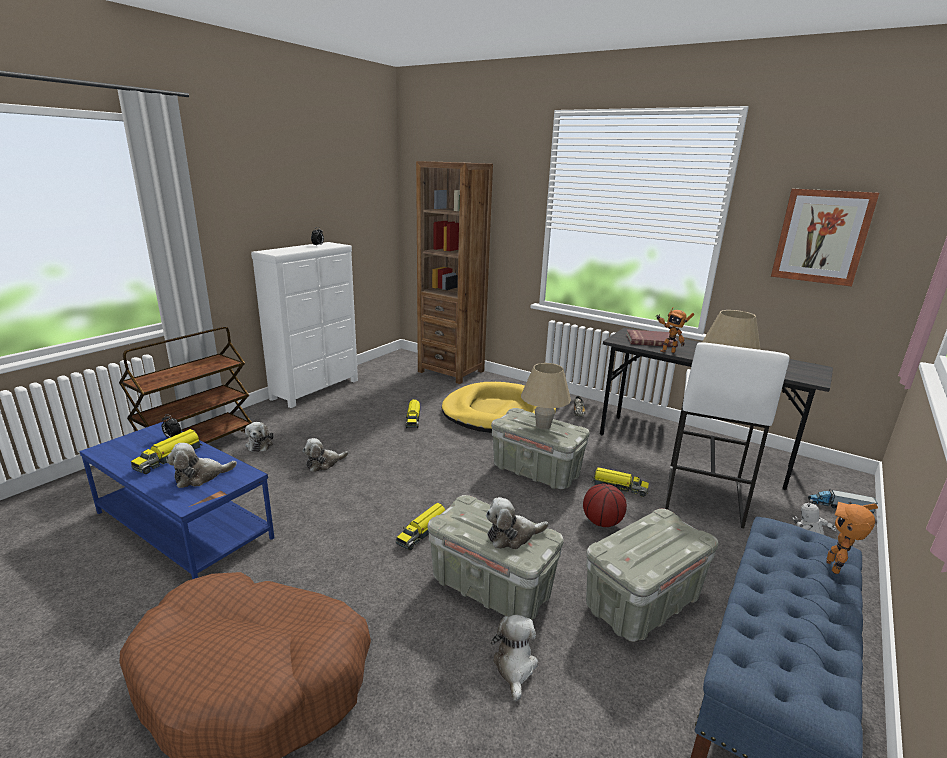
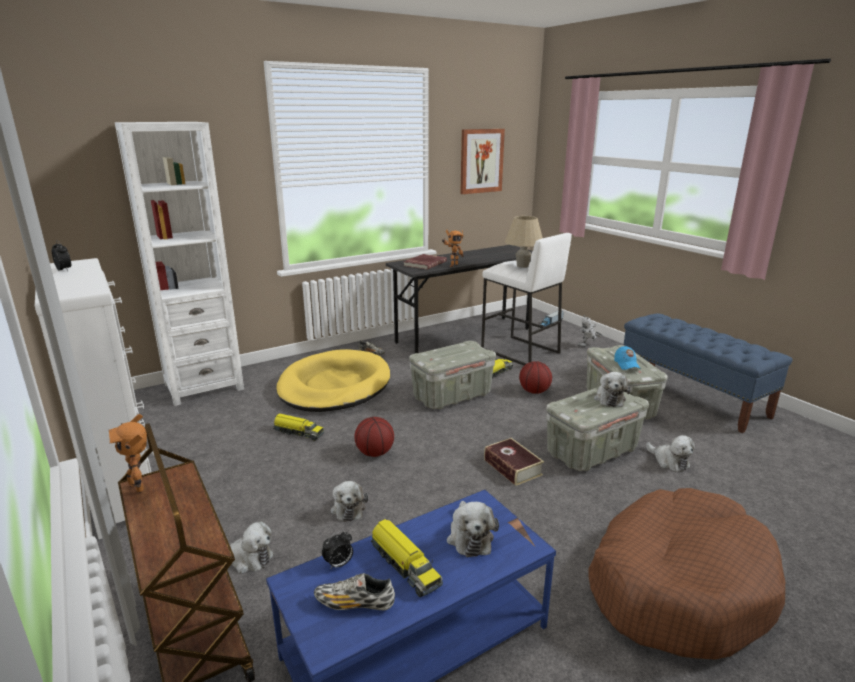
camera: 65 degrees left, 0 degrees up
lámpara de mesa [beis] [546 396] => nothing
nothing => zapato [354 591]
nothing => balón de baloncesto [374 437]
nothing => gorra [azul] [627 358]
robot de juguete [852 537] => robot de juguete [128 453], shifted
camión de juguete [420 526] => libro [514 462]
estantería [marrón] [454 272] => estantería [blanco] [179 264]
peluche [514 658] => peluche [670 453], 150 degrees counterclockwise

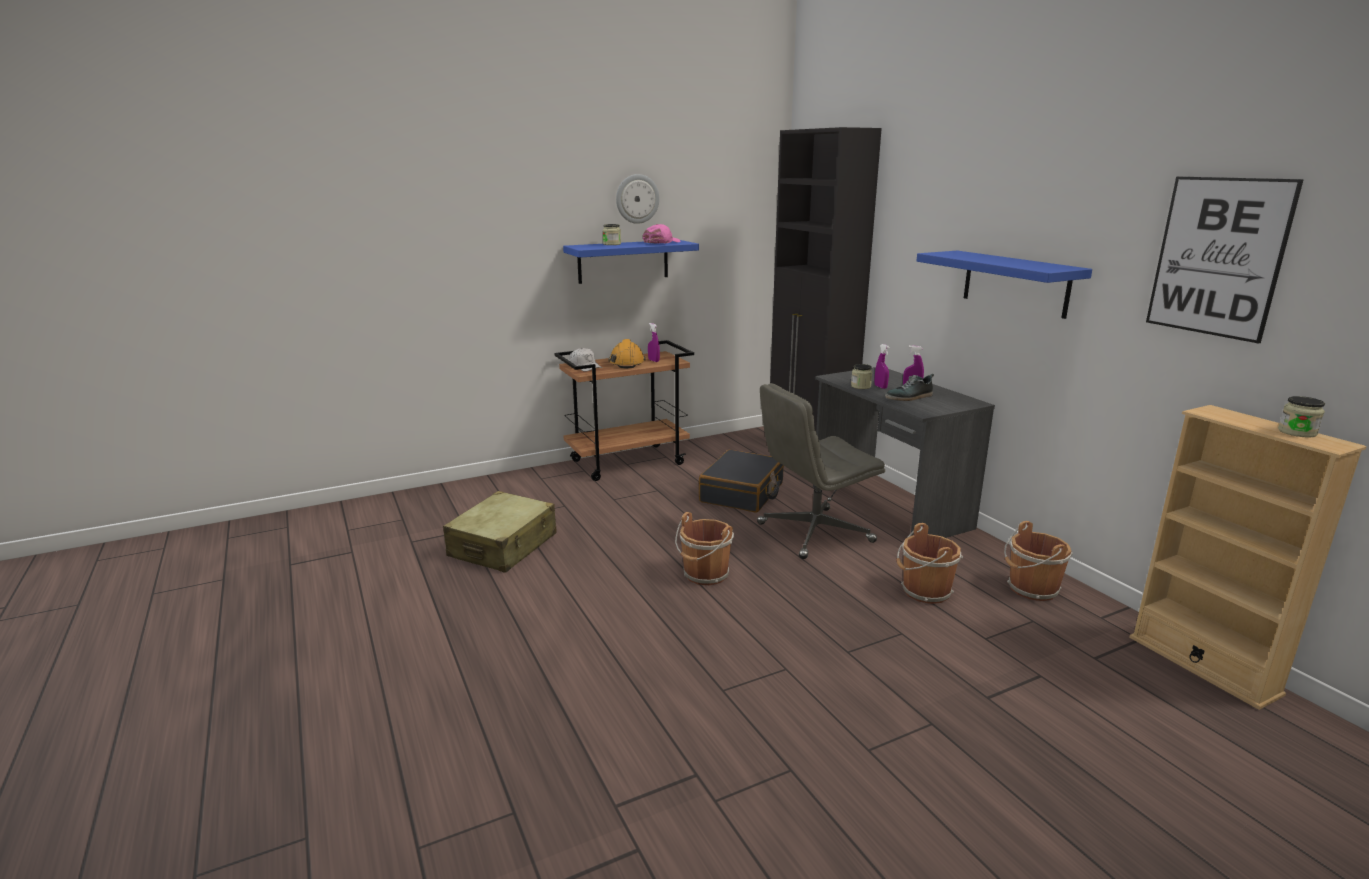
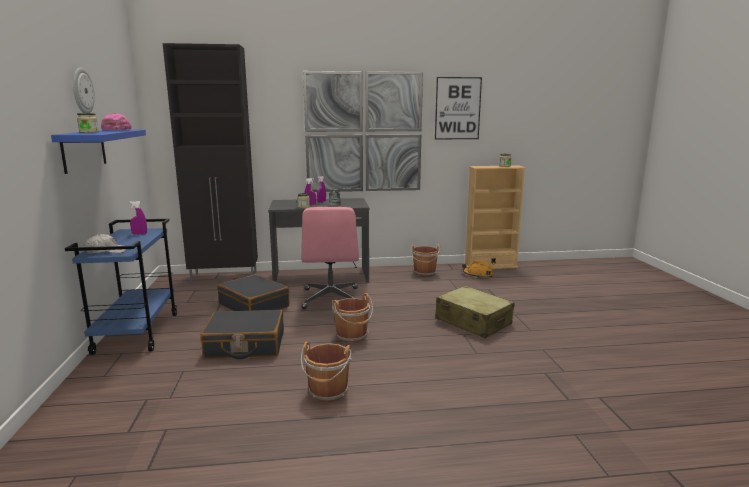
camera: 70 degrees left, 5 degrees down
nothing => maleta [negro] [242 334]
maleta [beis] [500 532] => maleta [beis] [475 312], shifted
casco [naranja] [627 353] => casco [naranja] [478 268], shifted
cubo [marrón] [929 563] => cubo [marrón] [326 371], shifted
estante [azul] [1004 285] => cuadro [363 131]
carrito [marrón] [624 410] => carrito [azul] [121 287]
silla de oficina [gris] [821 471] => silla de oficina [rosa] [330 258]

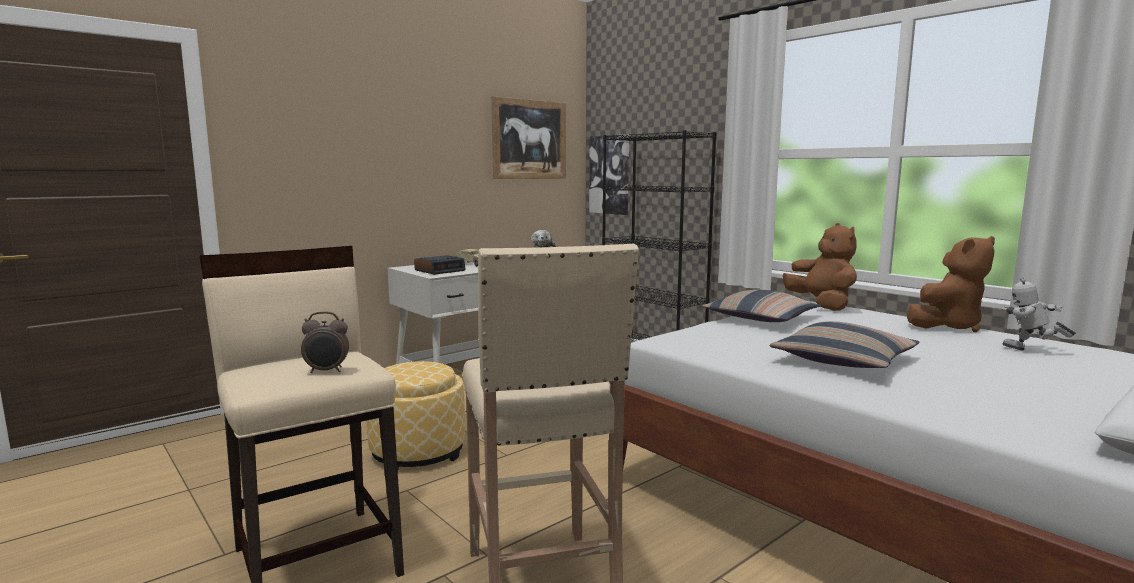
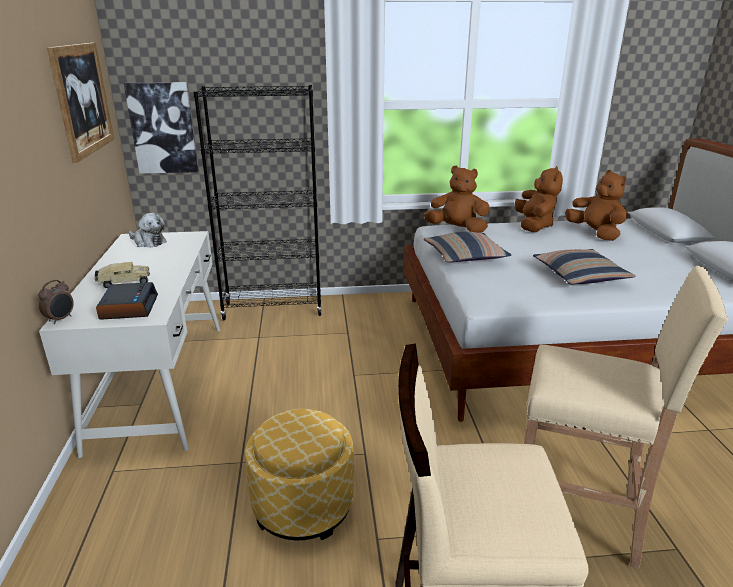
camera: 55 degrees left, 15 degrees up
despertador [325 342] => despertador [56 302], shifted
robot de juguete [1039 313] => peluche [marrón] [596 205]

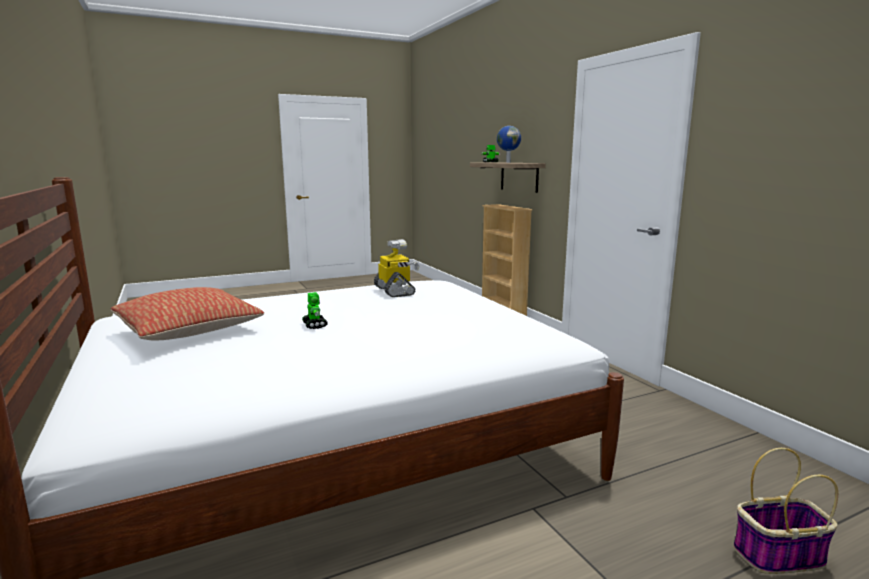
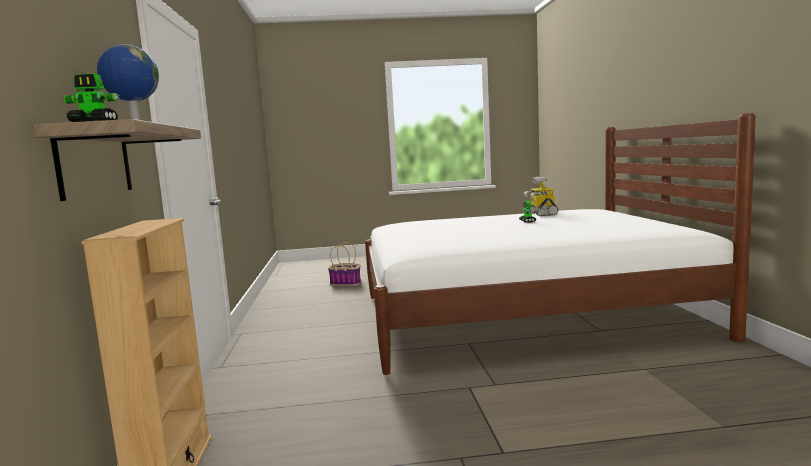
camera: 160 degrees left, 5 degrees down
cojín [187 313] => nothing
robot de juguete [397 268] => robot de juguete [541 196], shifted

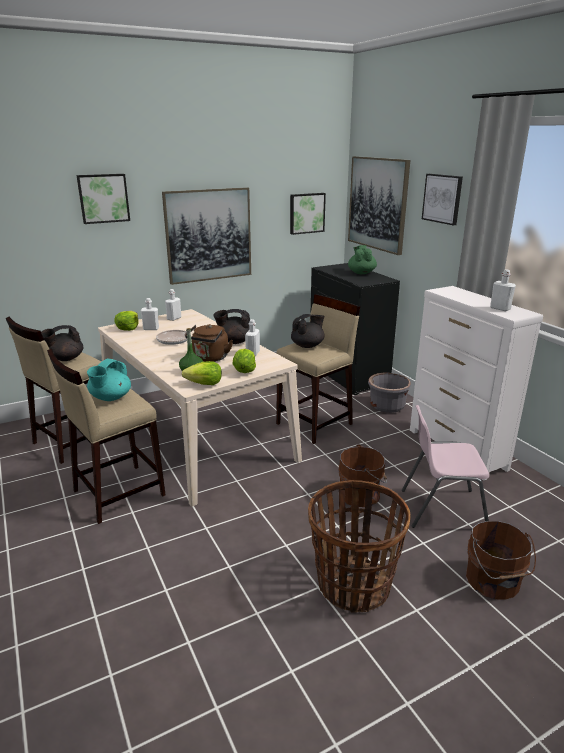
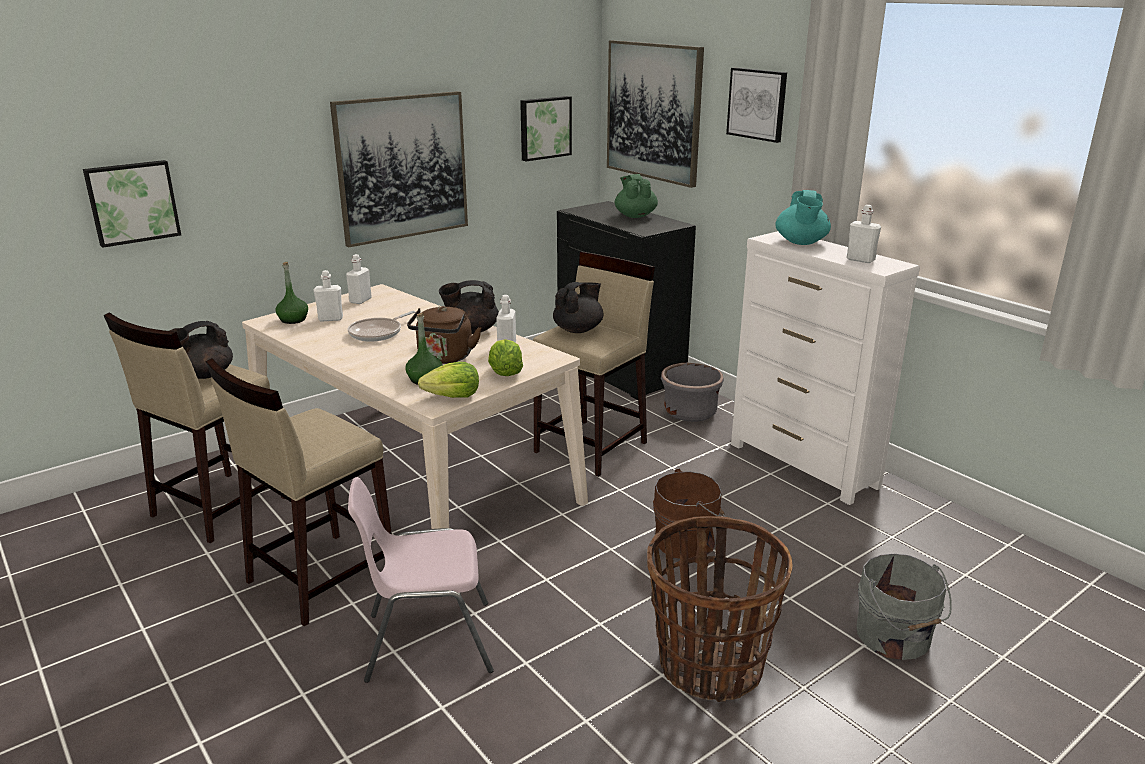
camera: 10 degrees left, 0 degrees up
cuadro [103 199] => cuadro [132 204], shifted
tetera [turquesa] [109 380] => tetera [turquesa] [803 217], shifted
silla [rosa] [445 466] => silla [rosa] [421 580], shifted
lechuga [127 321] => botella [verde] [292 293]
cubo [marrón] [501 560] => cubo [gris] [904 607]

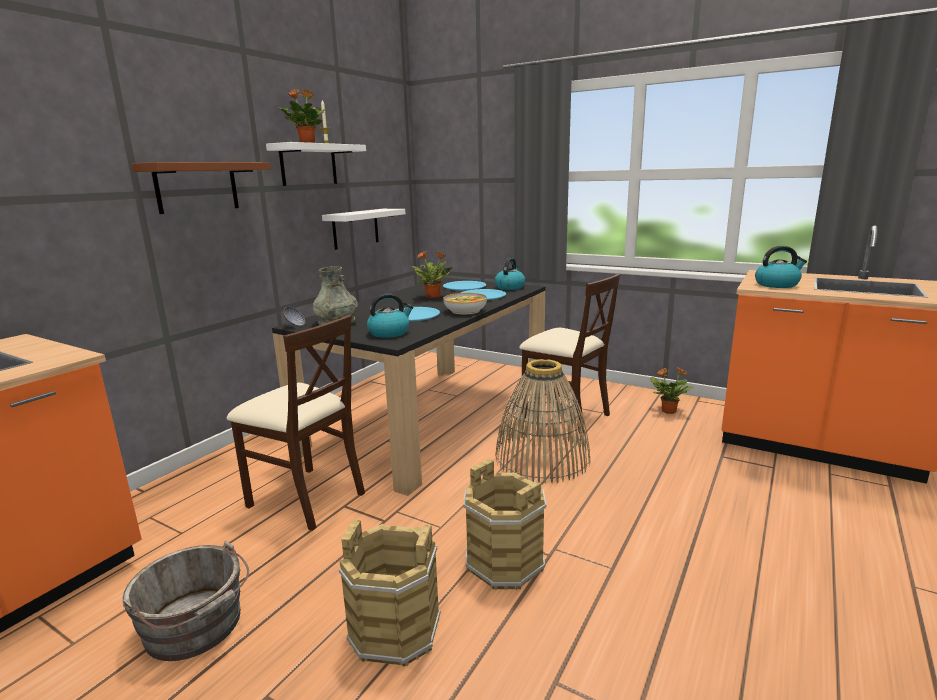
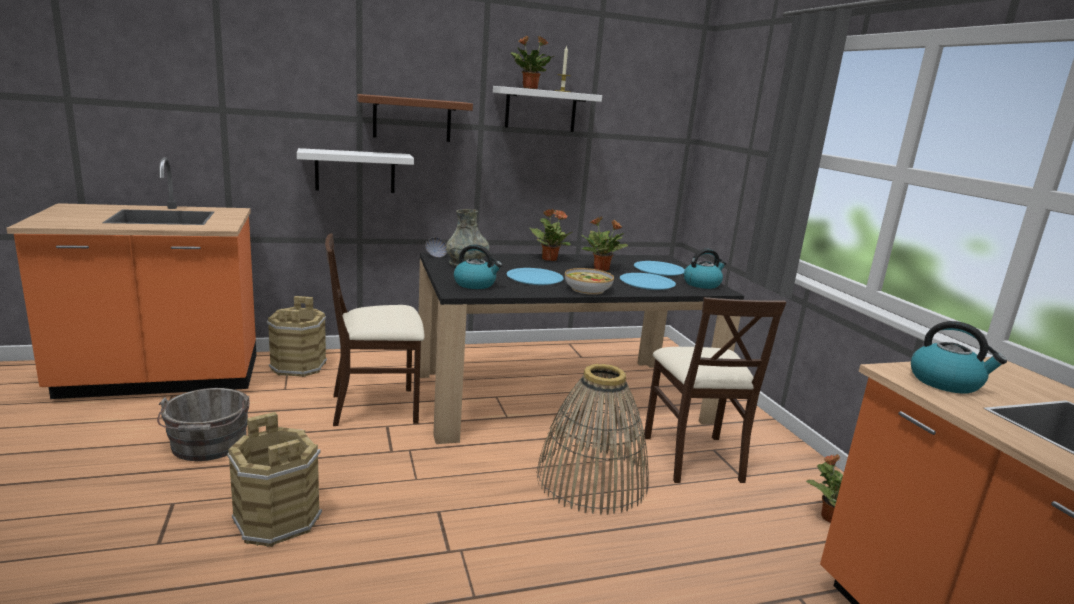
camera: 40 degrees right, 0 degrees up
nothing => planta en maceta [550 235]
estante [blanco] [363 229] => estante [blanco] [355 170], shifted
cubo [marrón] [505 524] => cubo [marrón] [297 336], shifted
silla [beis] [296 423] => silla [beis] [374 329], 90 degrees clockwise

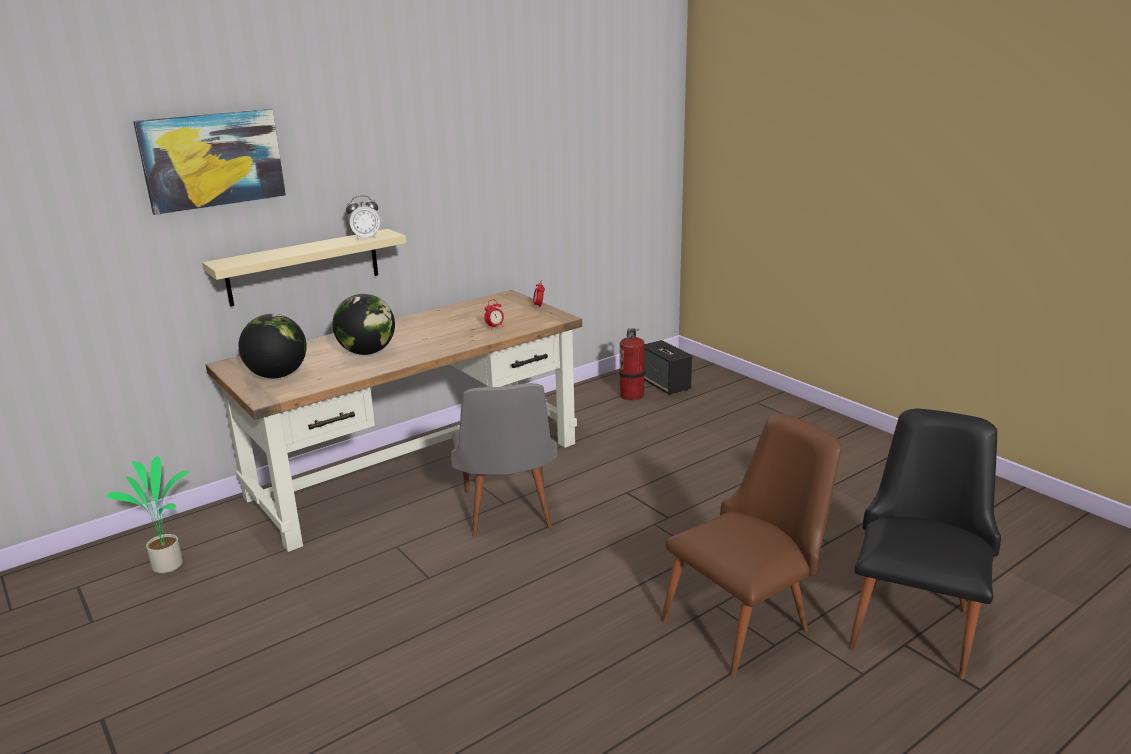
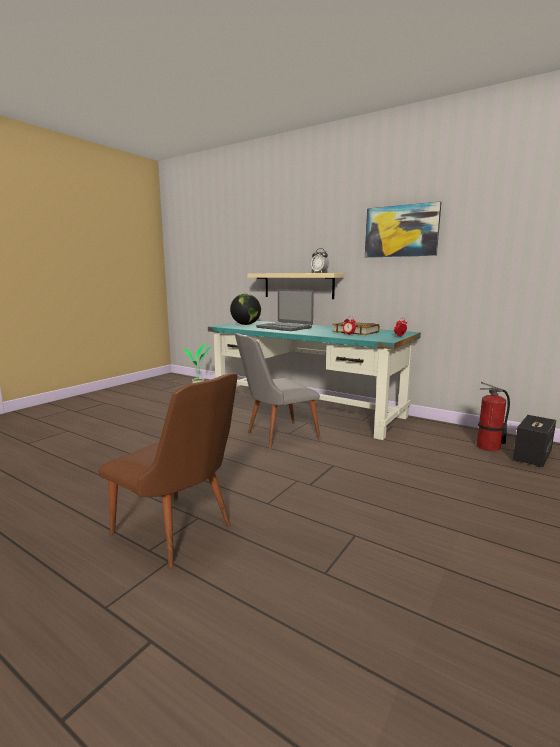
camera: 70 degrees right, 10 degrees down
silla [negro] [925 544] => nothing
nothing => libro [356 328]
cuadro [209 162] => cuadro [403 229], shifted
globo terráqueo [364 324] => portátil [285 310]
escritorio [marrón] [393 421] => escritorio [turquesa] [314 380]

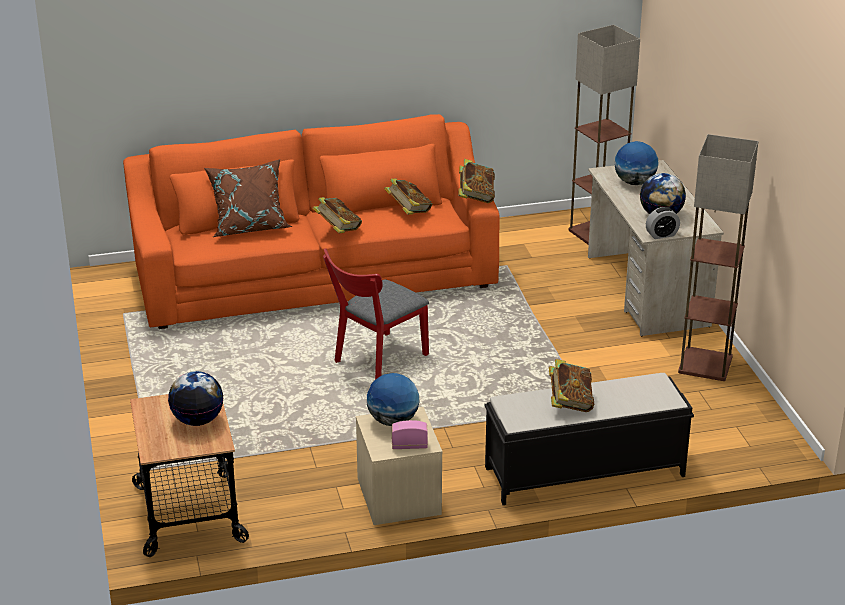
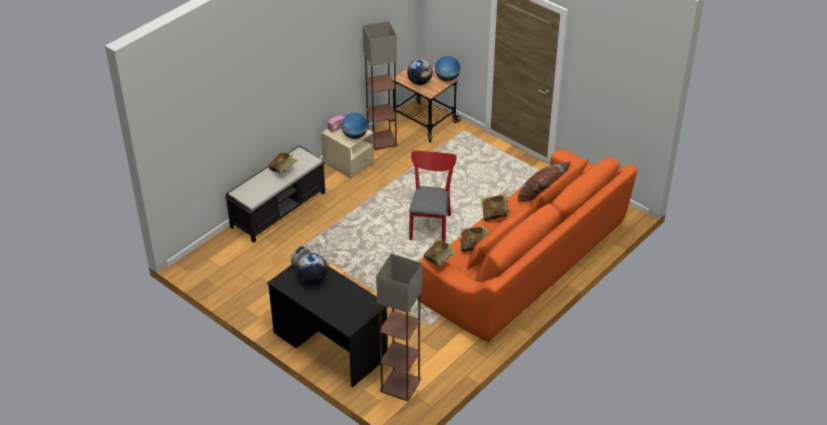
camera: 145 degrees right, 10 degrees up
globo terráqueo [637 163] => globo terráqueo [447 68], shifted
lámpara de pie [718 257] => lámpara de pie [380 85], shifted
escritorio [beis] [656 248] => escritorio [negro] [327 326]

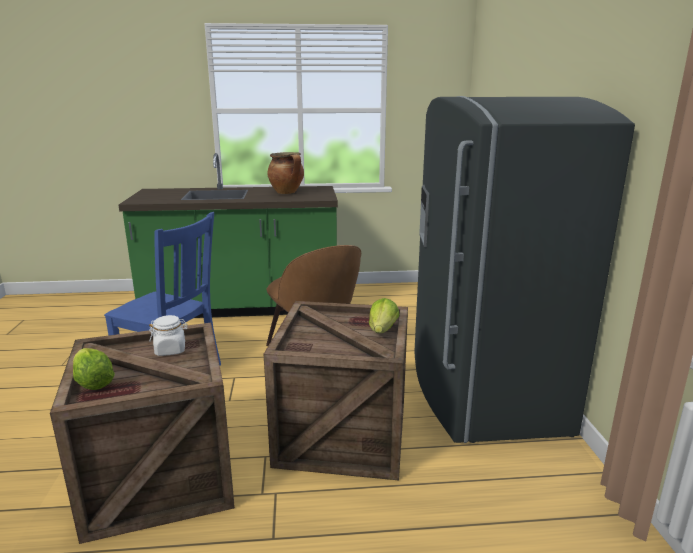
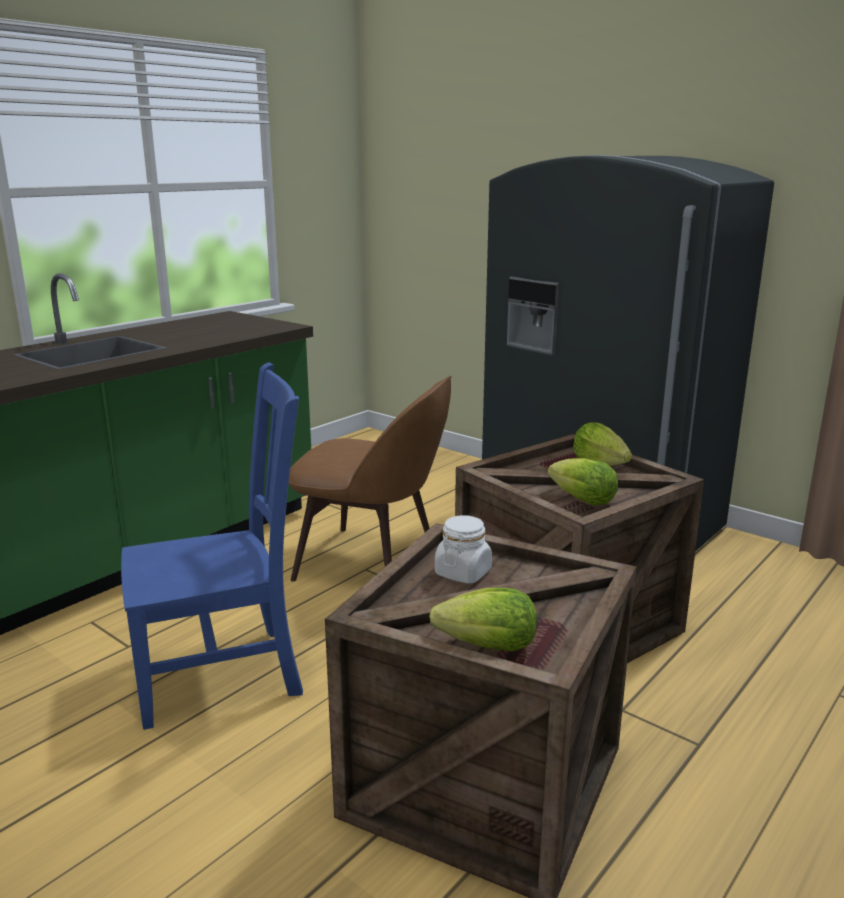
camera: 45 degrees left, 0 degrees up
olla [285 173] => nothing
nothing => lechuga [583 482]

